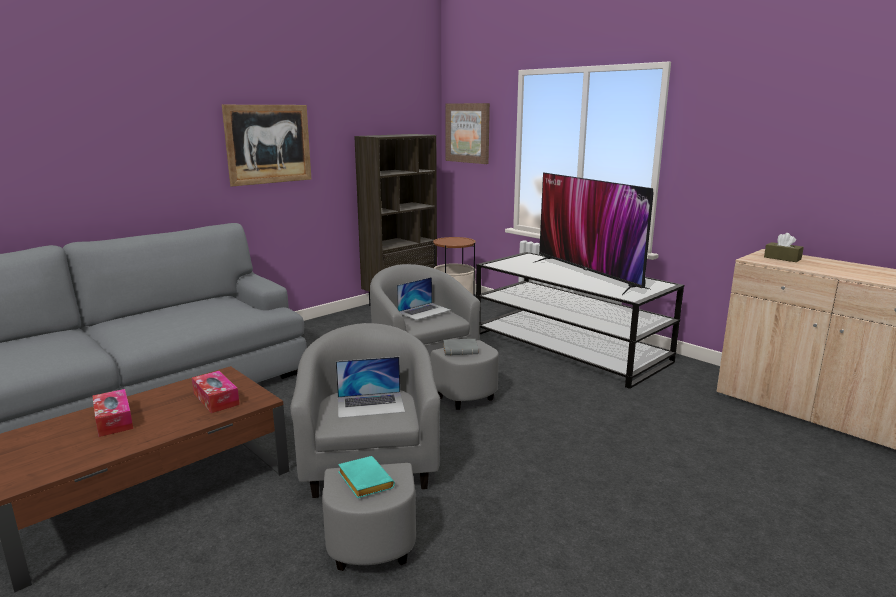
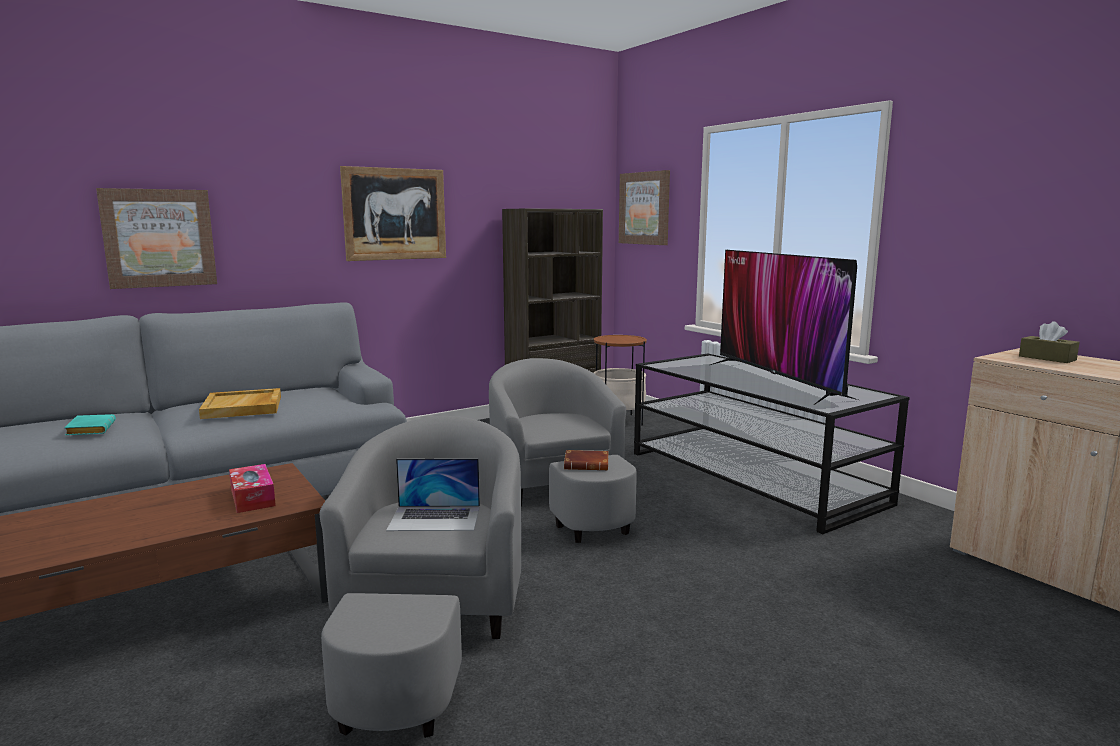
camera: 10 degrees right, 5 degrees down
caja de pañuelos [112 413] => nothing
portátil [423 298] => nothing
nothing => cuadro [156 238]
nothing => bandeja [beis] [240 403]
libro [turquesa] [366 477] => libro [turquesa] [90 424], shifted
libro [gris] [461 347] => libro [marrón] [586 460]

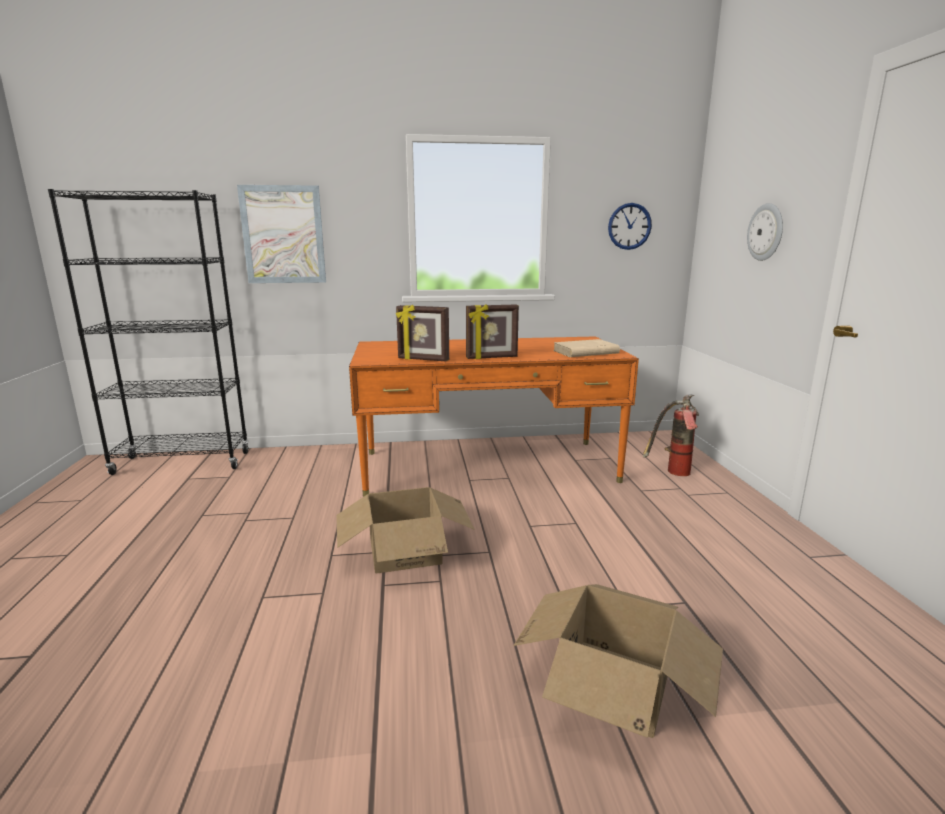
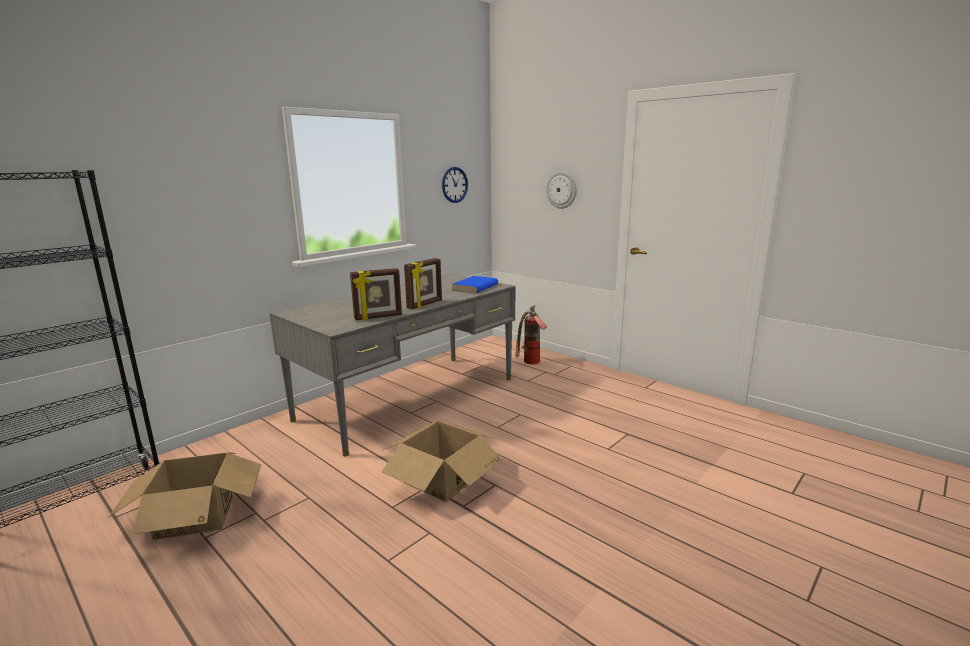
camera: 40 degrees left, 0 degrees up
cuadro [281 234] => nothing
caja de cartón [618 661] => caja de cartón [185 496], shifted
escritorio [naranja] [494 416] => escritorio [gris] [392 365]
libro [beis] [586 348] => libro [azul] [475 284]

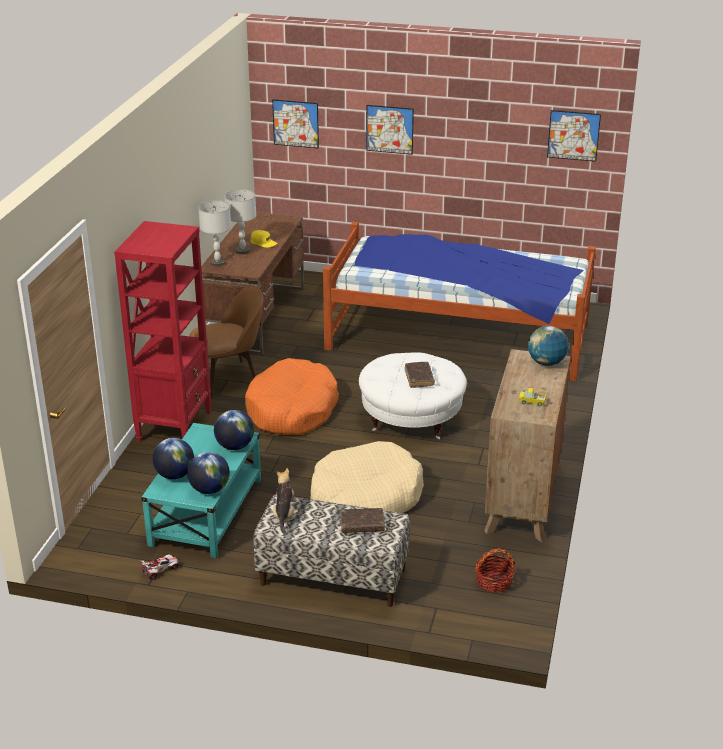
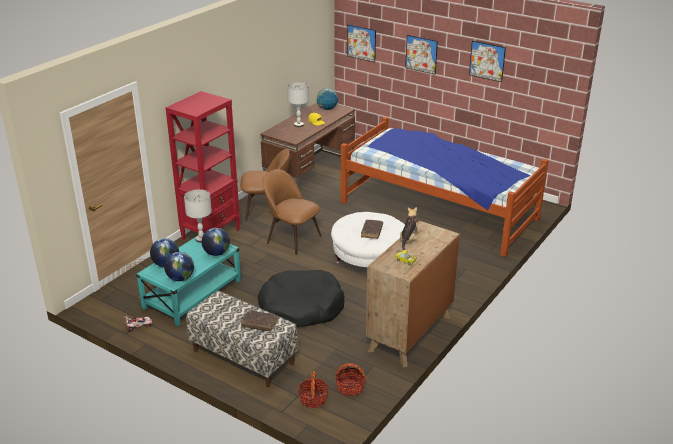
camera: 20 degrees right, 0 degrees up
nothing => cesta [313 389]
lámpara de mesa [gris] [214 233] => lámpara de mesa [gris] [198 216], shifted
peluche [285 501] => peluche [410 229], shifted
globo terráqueo [548 346] => globo terráqueo [327 99], shifted
cuadro [574 136] => cuadro [487 61], shifted
cama para perro [naranja] [292 396] => silla [marrón] [292 212]
cama para perro [beis] [367 477] => cama para perro [negro] [301 298]

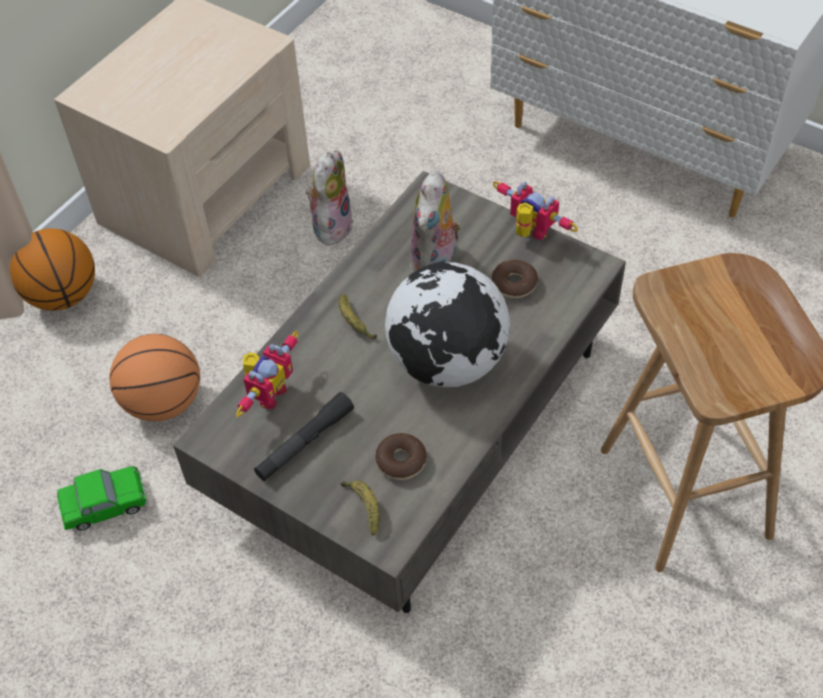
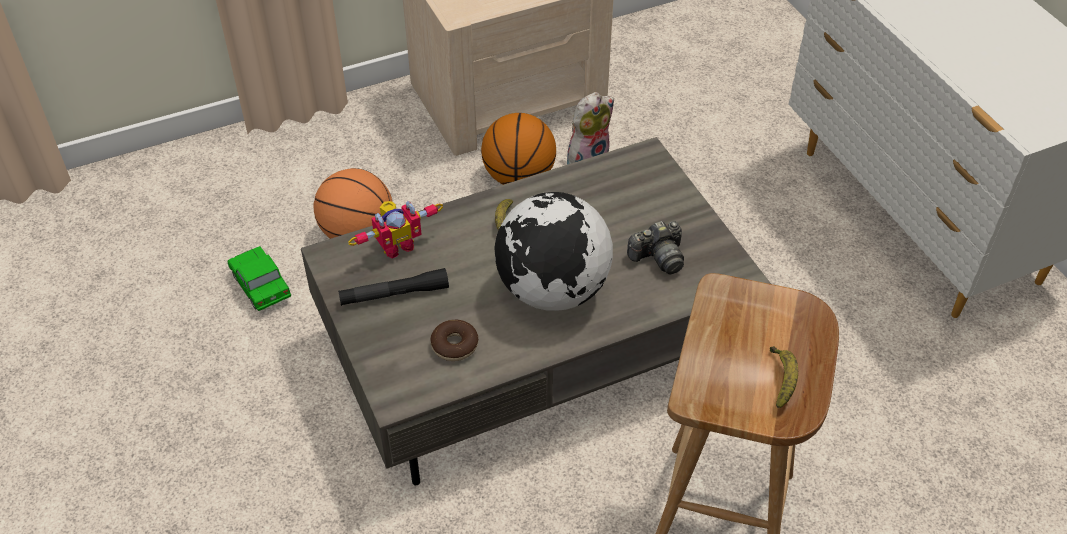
camera: 30 degrees right, 5 degrees down
peluche [436 220] => nothing
robot de juguete [535 210] => nothing
balón de baloncesto [52 269] => balón de baloncesto [518 149], shifted
plátano [360 507] => plátano [784 377], shifted
rosquilla [515 279] => cámara [655 248]
coche de juguete [102 498] => coche de juguete [259 278], 135 degrees counterclockwise

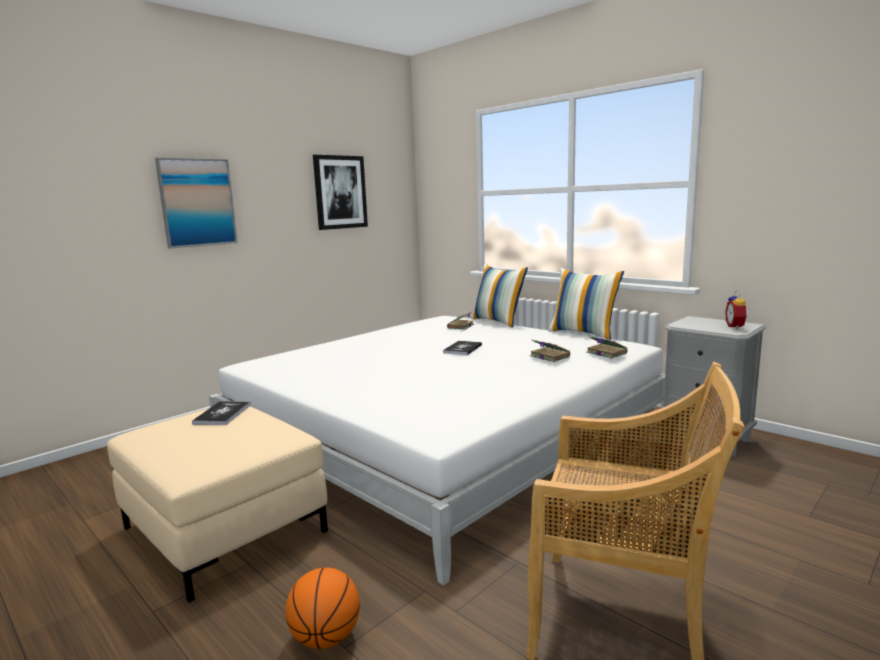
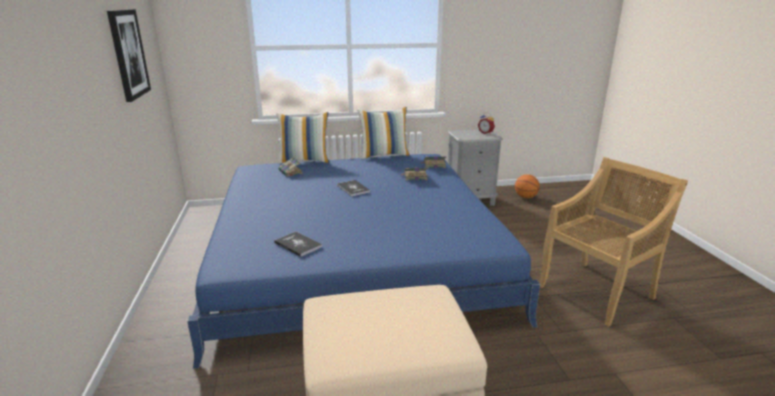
camera: 55 degrees left, 10 degrees up
cuadro [196 203] => nothing
libro [221 413] => libro [298 244], shifted
balón de baloncesto [322 608] => balón de baloncesto [527 186], shifted
cama [blanco] [437 451] => cama [azul] [363 261]

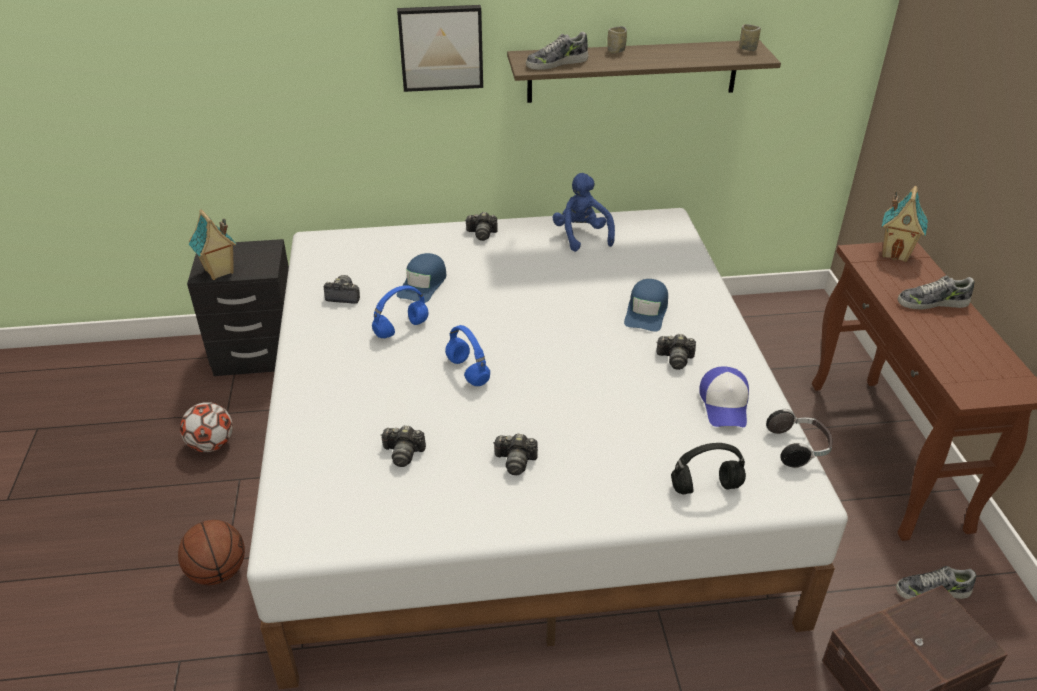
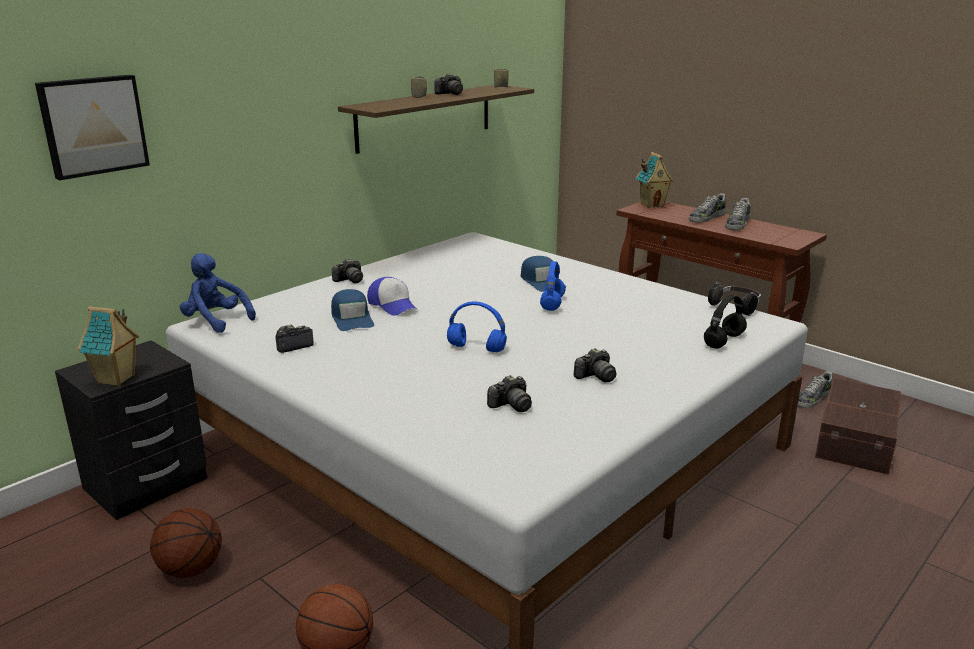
camera: 40 degrees left, 15 degrees down
auriculares [azul] [400 312] => auriculares [azul] [553 286], shifted
cuadro [440 48] => cuadro [92 127], shifted
zapato [557 51] => zapato [738 214], shifted
peluche [azul] [583 212] => peluche [azul] [218 293], shifted
cámara [676 352] => cámara [448 84], shifted
gorra [724 396] => gorra [392 296], shifted
balón de fútbol [206 427] => balón de baloncesto [186 543]

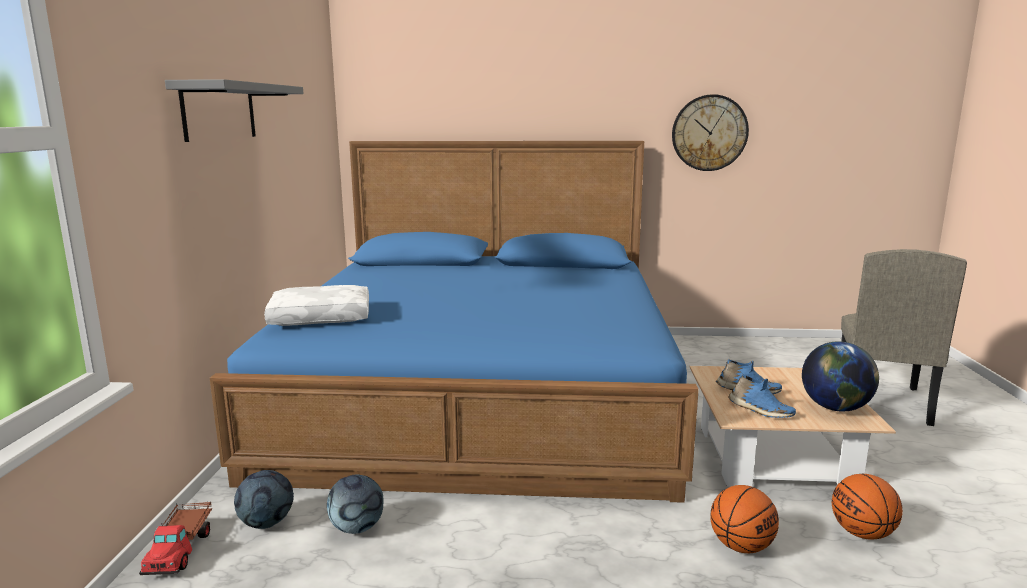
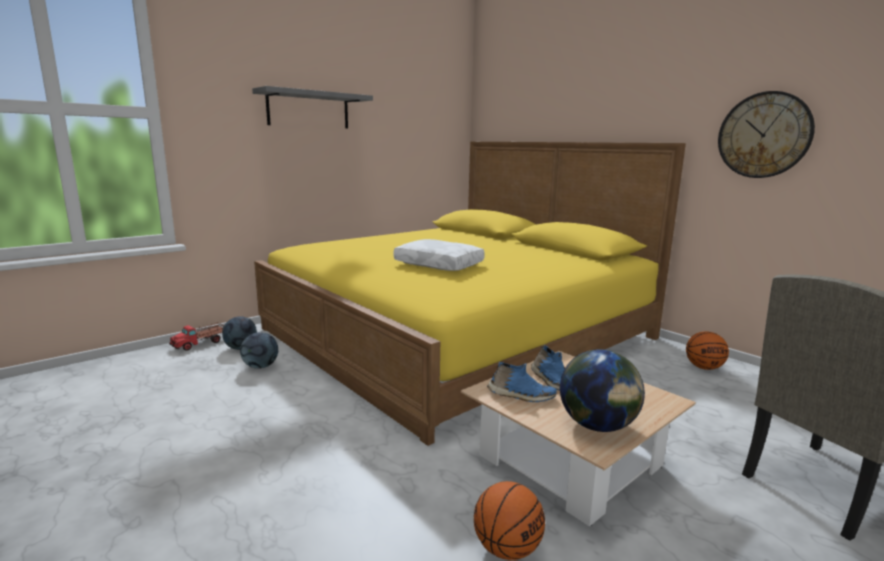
camera: 45 degrees right, 0 degrees up
cojín [blanco] [316 305] => cojín [blanco] [439 255], shifted
balón de baloncesto [744 519] => balón de baloncesto [707 350], shifted
cama [azul] [454 322] => cama [amarillo] [470 294]
zapato [azul] [762 396] => zapato [azul] [522 382], 75 degrees counterclockwise

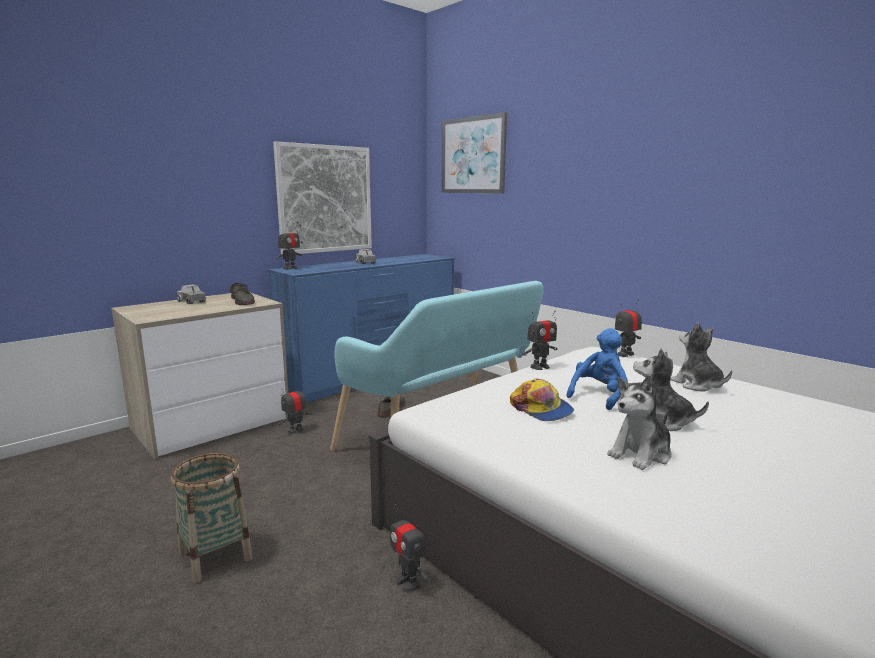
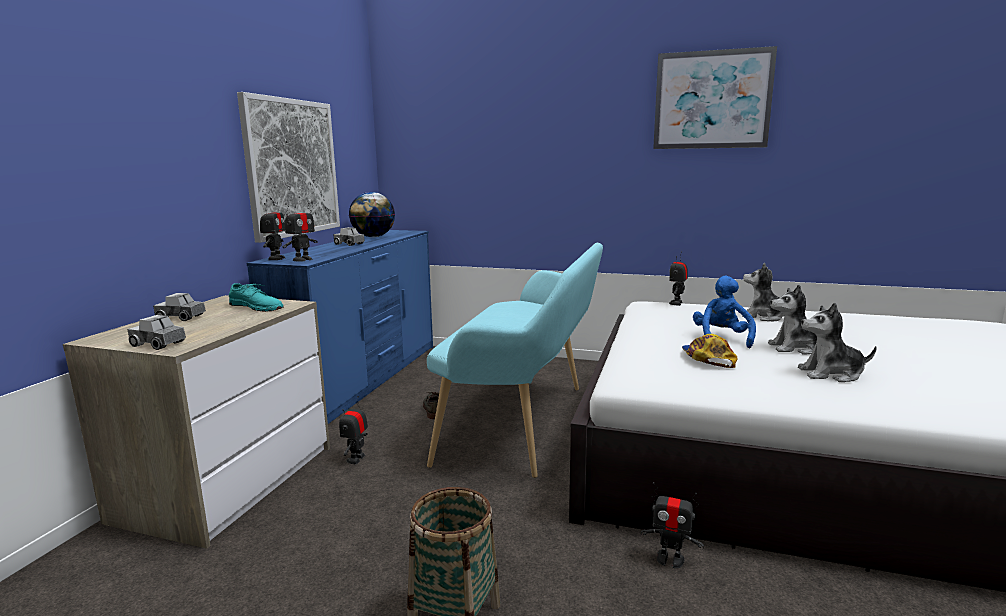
camera: 30 degrees left, 0 degrees up
nothing => camión de juguete [156 332]
nothing => globo terráqueo [372 214]
cuadro [474 152] => cuadro [715 97], shifted
robot de juguete [540 340] => robot de juguete [300 232], shifted
zapato [gris] [242 294] => zapato [turquesa] [256 297]
gorra [542 400] => gorra [710 351], 120 degrees counterclockwise
peluche [639 422] => peluche [837 342], 75 degrees clockwise

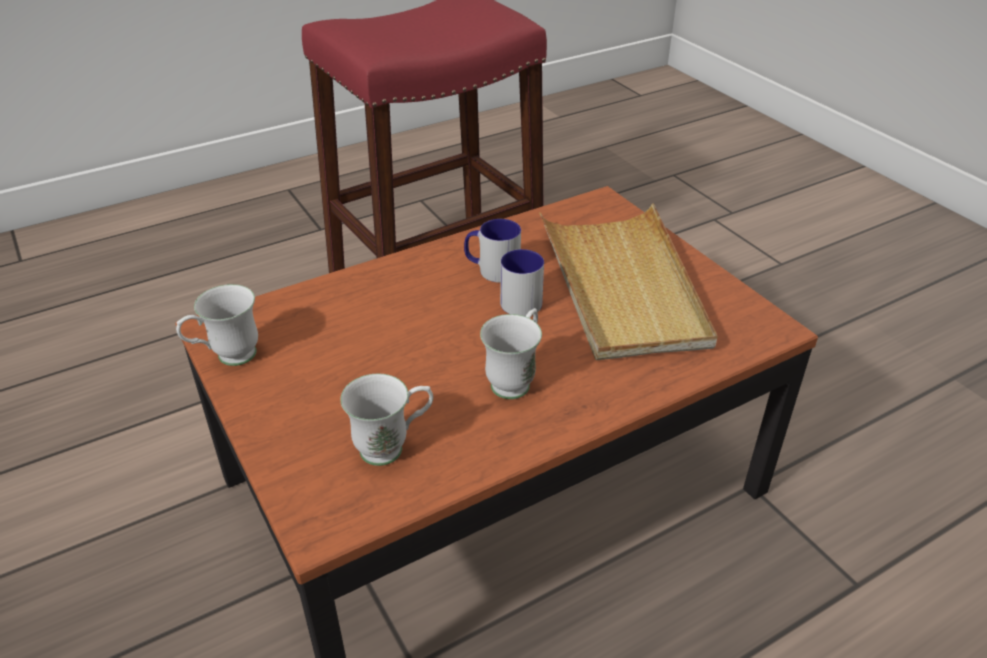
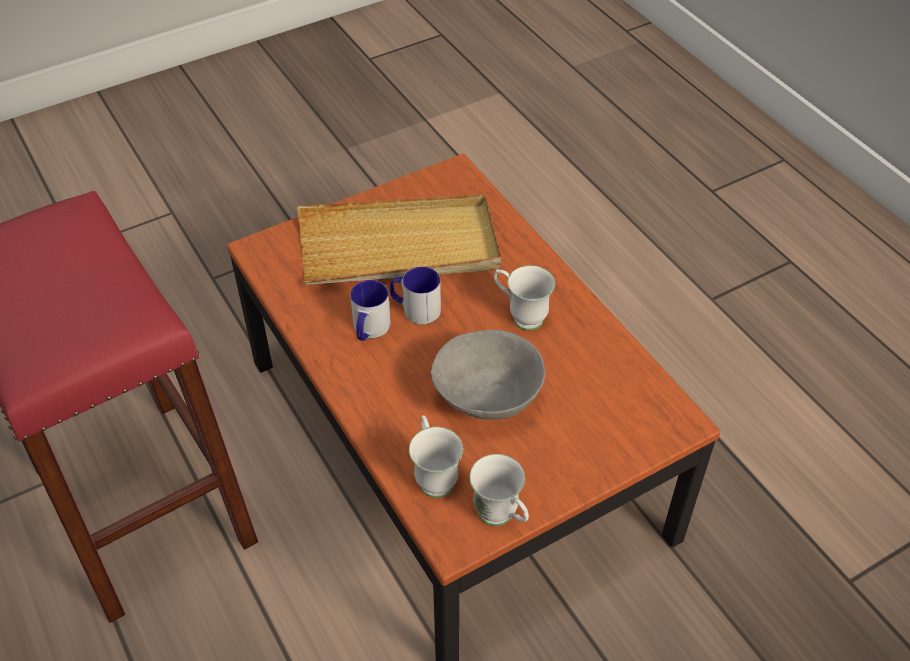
camera: 90 degrees left, 10 degrees up
nothing => cuenco [gris] [488 375]
taza grande [blanco] [386 420] => taza grande [blanco] [436 456], shifted

